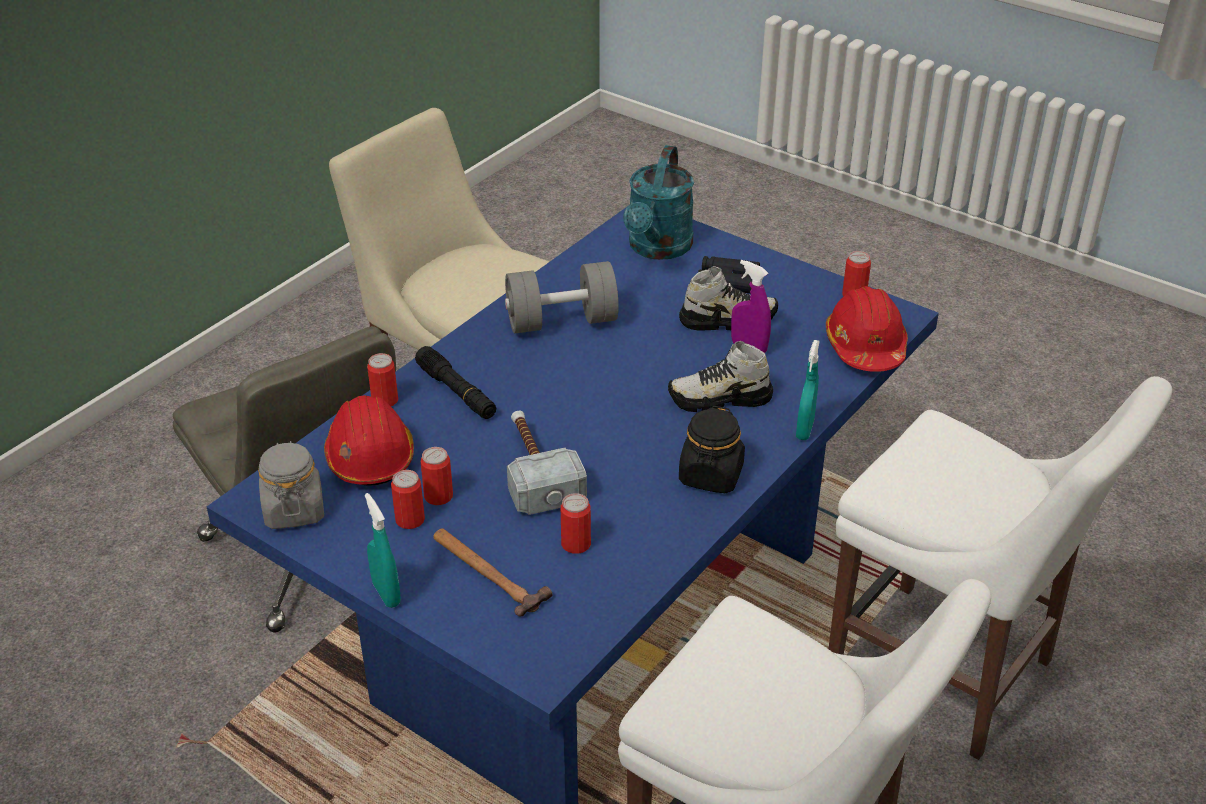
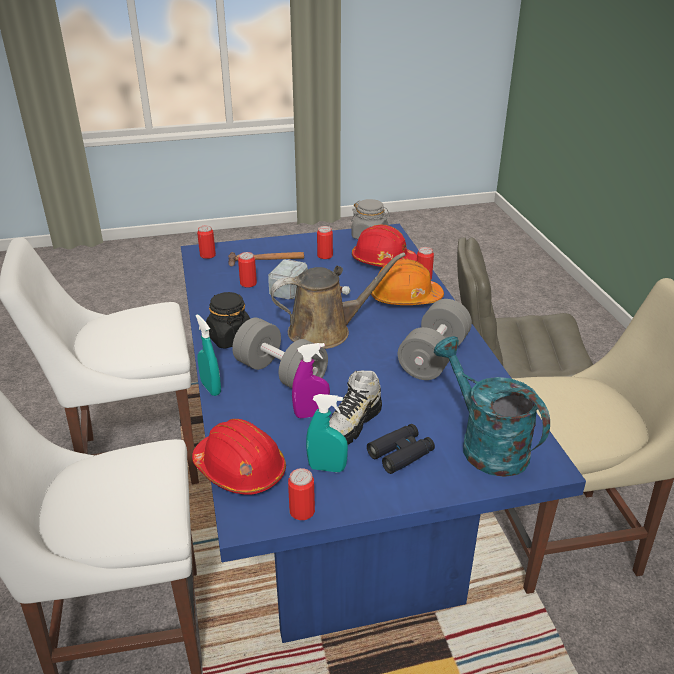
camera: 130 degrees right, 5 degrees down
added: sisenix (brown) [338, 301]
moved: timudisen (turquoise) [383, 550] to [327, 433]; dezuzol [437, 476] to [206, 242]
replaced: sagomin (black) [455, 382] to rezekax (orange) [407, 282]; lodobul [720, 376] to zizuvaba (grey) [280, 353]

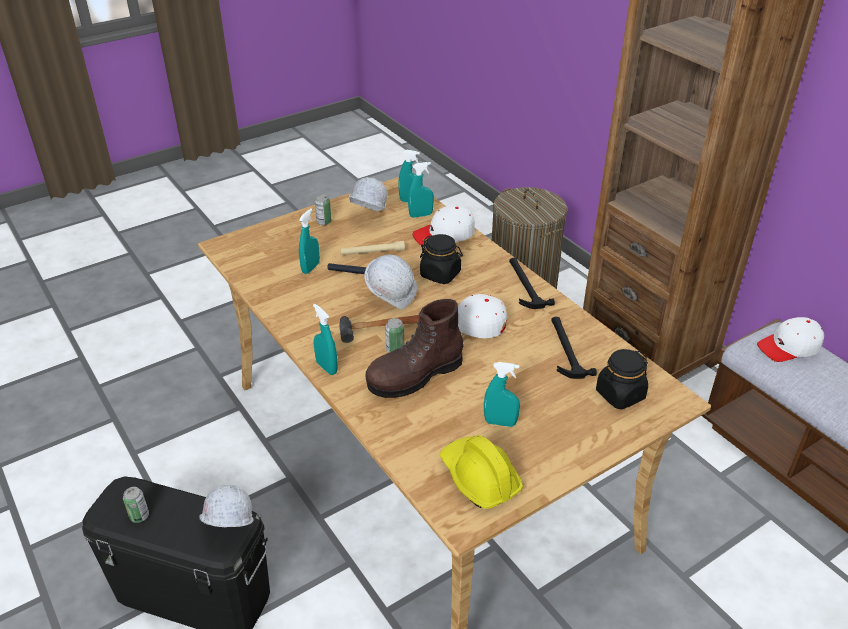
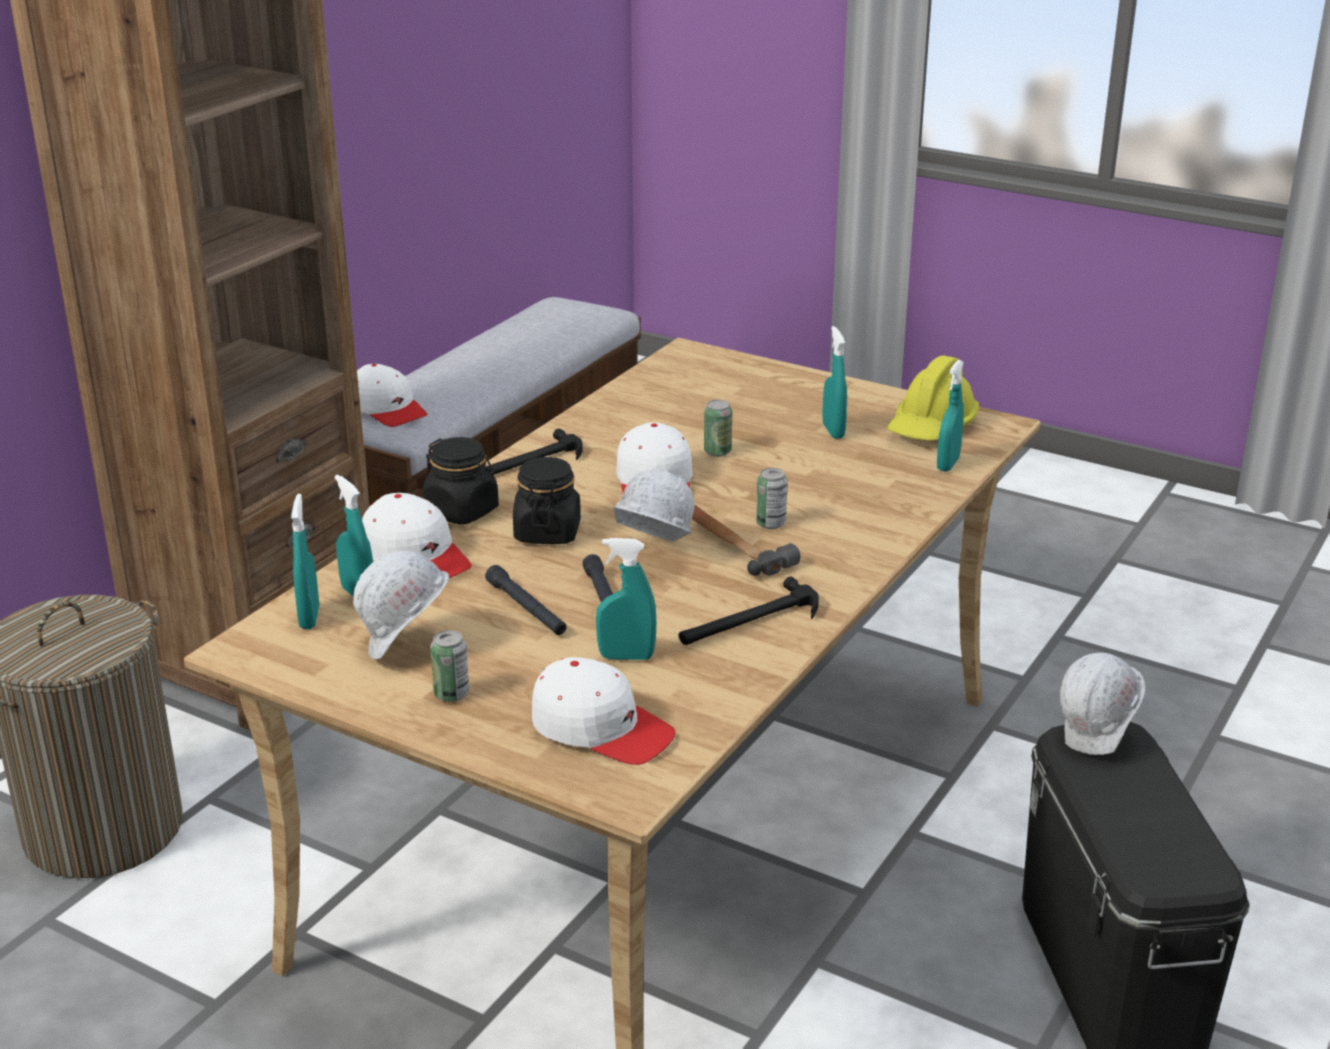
camera: 115 degrees left, 10 degrees down
removed: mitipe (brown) [414, 348]
added: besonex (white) [604, 711]
moved: dezuzol [136, 505] to [718, 428]; timudisen (turquoise) [325, 339] to [950, 415]; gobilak [574, 348] to [748, 611]; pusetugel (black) [622, 379] to [461, 480]
recoloured: sagomin (beige) [372, 248] to sagomin (black) [526, 600]

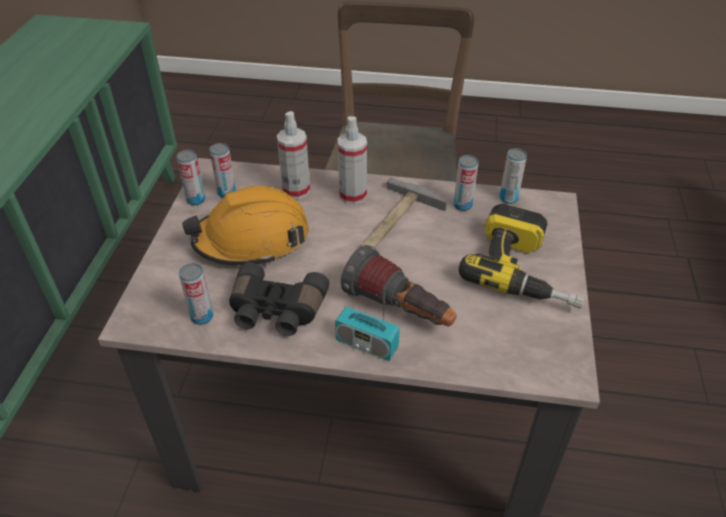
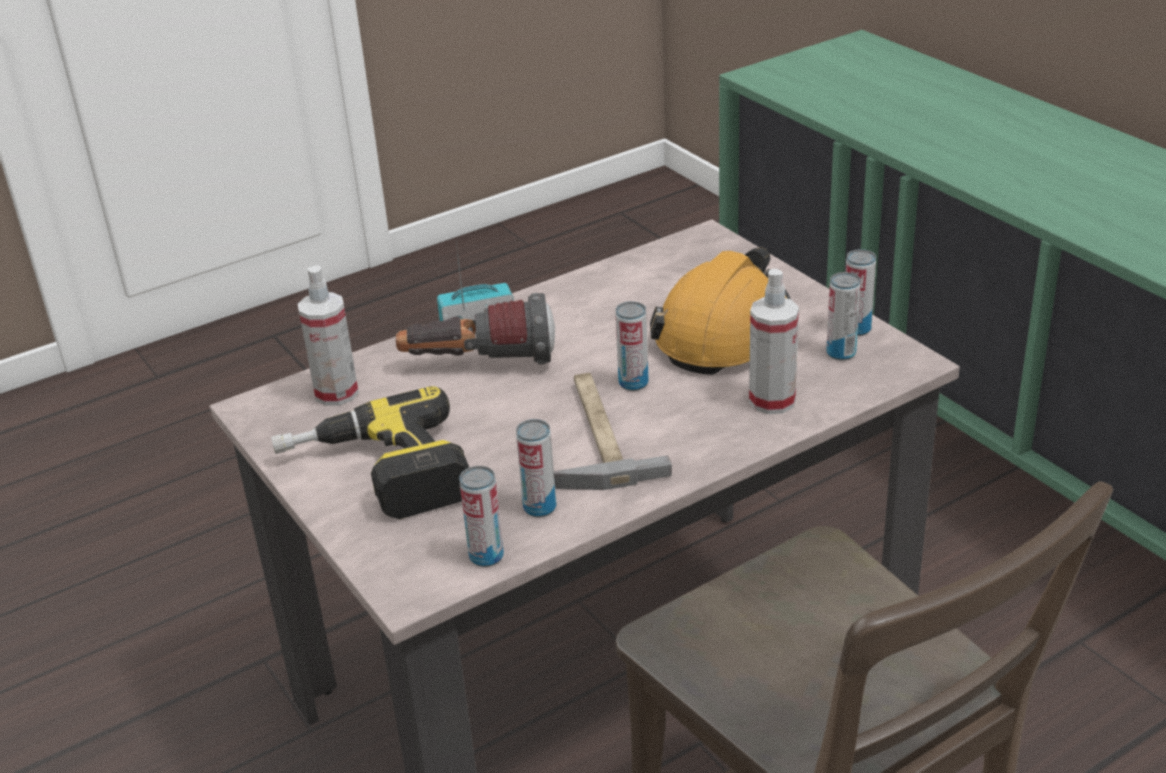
camera: 140 degrees right, 10 degrees down
removed: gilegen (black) [279, 299]
moved: dezuzol [196, 294] to [632, 346]; timudisen [352, 160] to [328, 335]

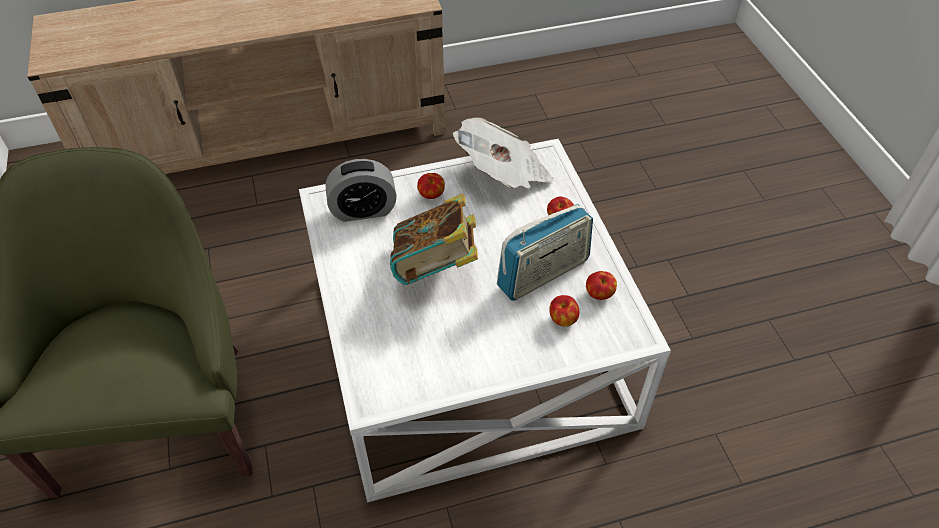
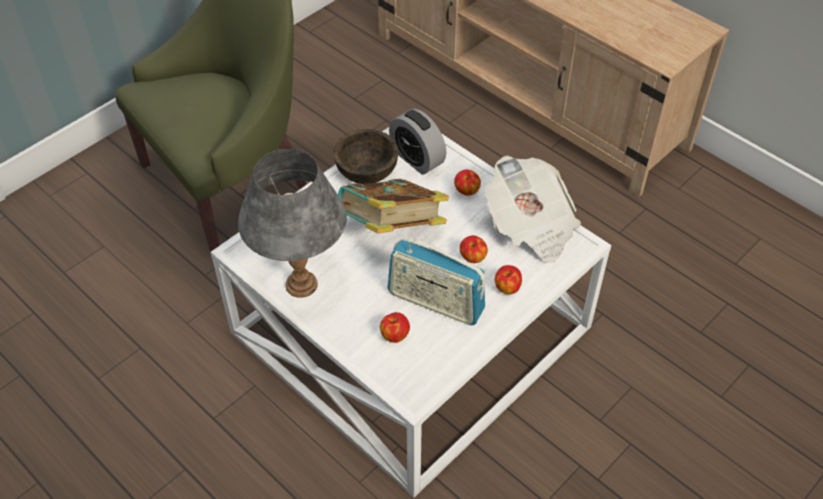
camera: 60 degrees right, 0 degrees up
added: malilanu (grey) [292, 223]; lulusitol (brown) [366, 156]
moved: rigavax [601, 285] to [474, 249]

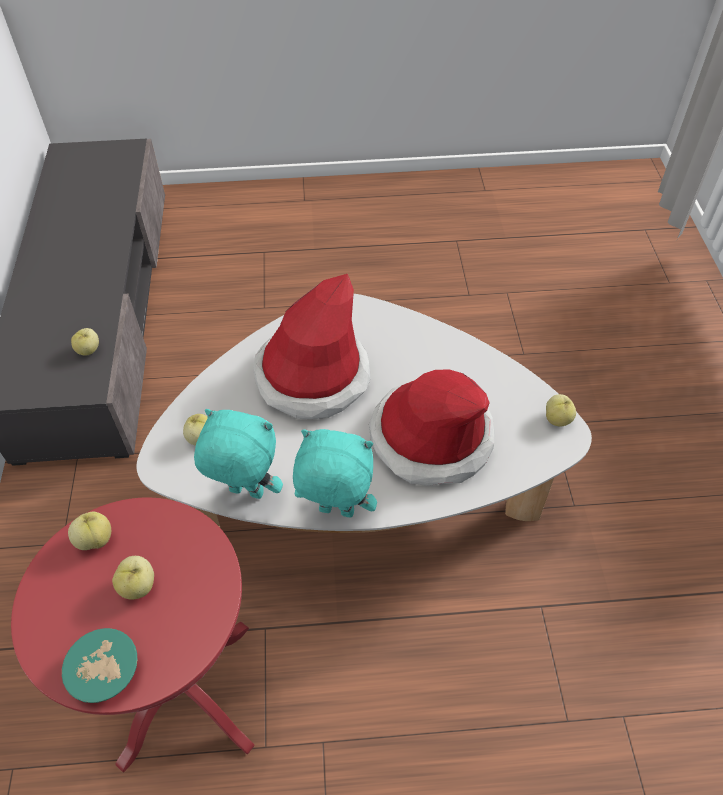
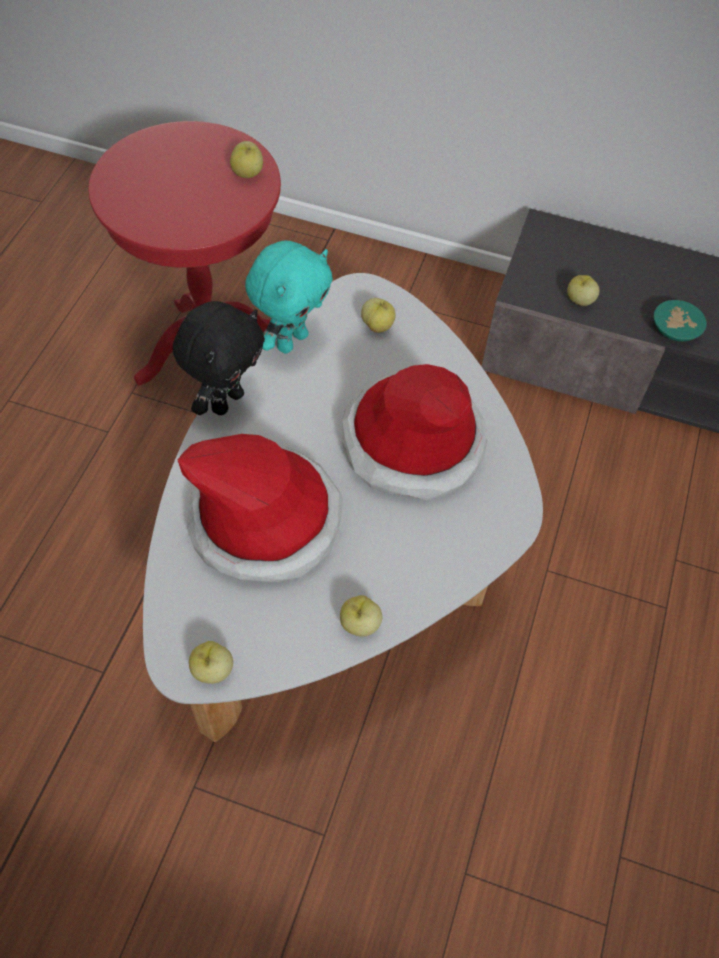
camera: 110 degrees right, 5 degrees up
moved: lulusitol (turquoise) [99, 665] to [680, 320]; rigavax [133, 578] to [361, 616]
recoloured: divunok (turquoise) [335, 473] to divunok (black) [219, 358]

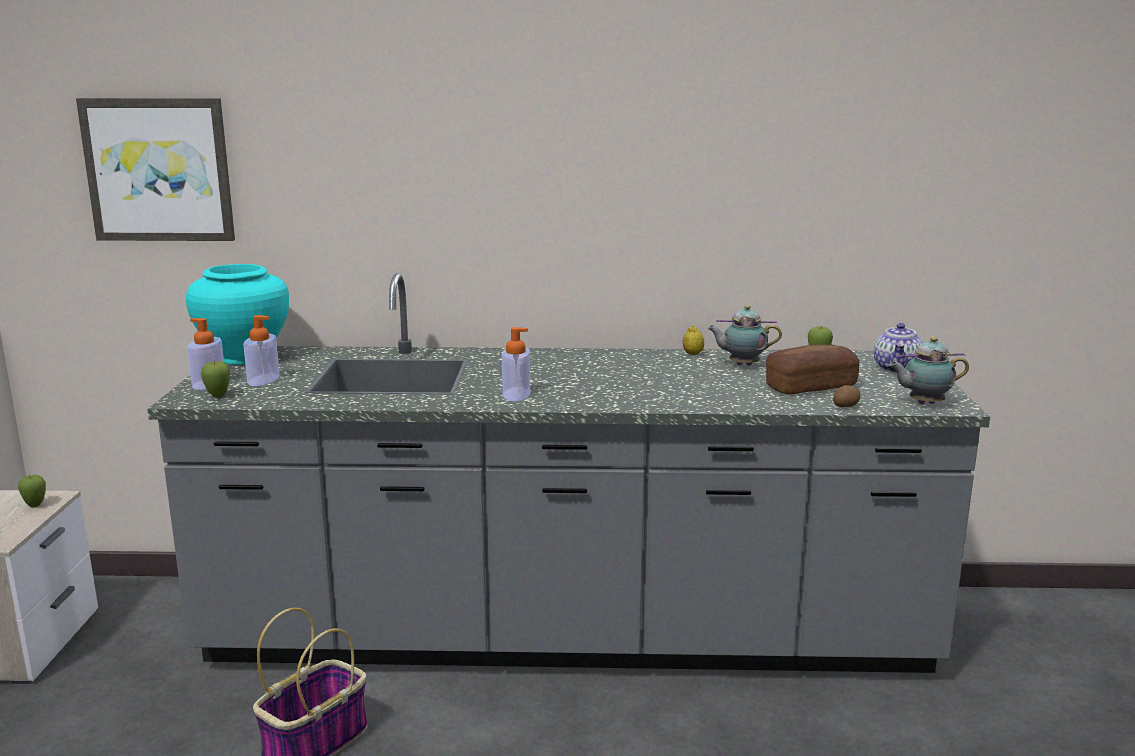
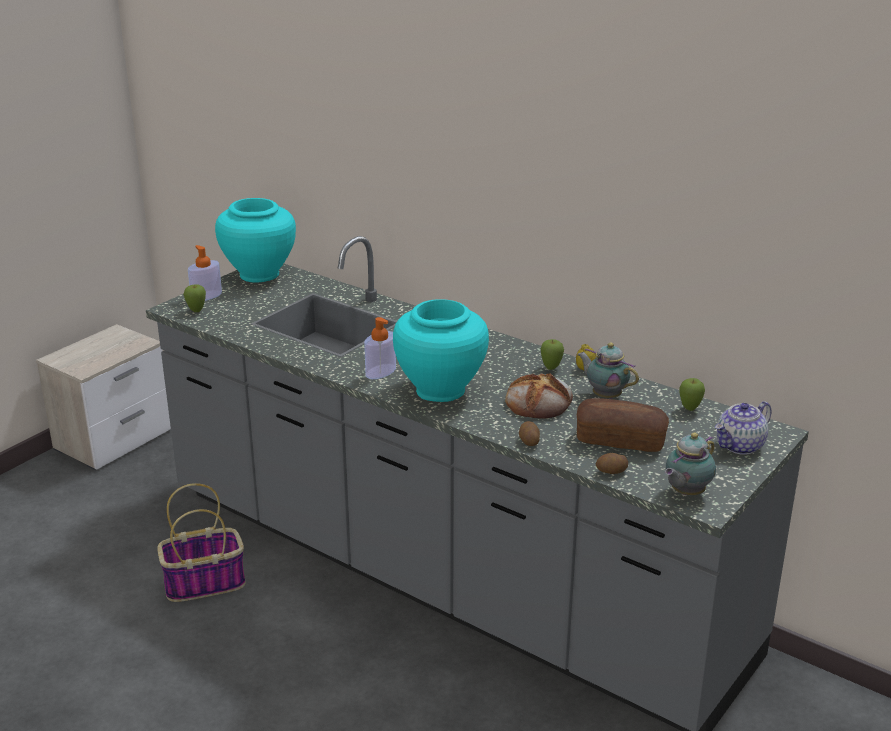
camera: 35 degrees right, 10 degrees up
removed: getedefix [155, 169]; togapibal [261, 350]
added: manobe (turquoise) [441, 350]; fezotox [539, 396]; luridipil [529, 433]
moved: rigavax [32, 491] to [552, 354]
turned: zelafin [929, 370] = [690, 463] 75 degrees counterclockwise

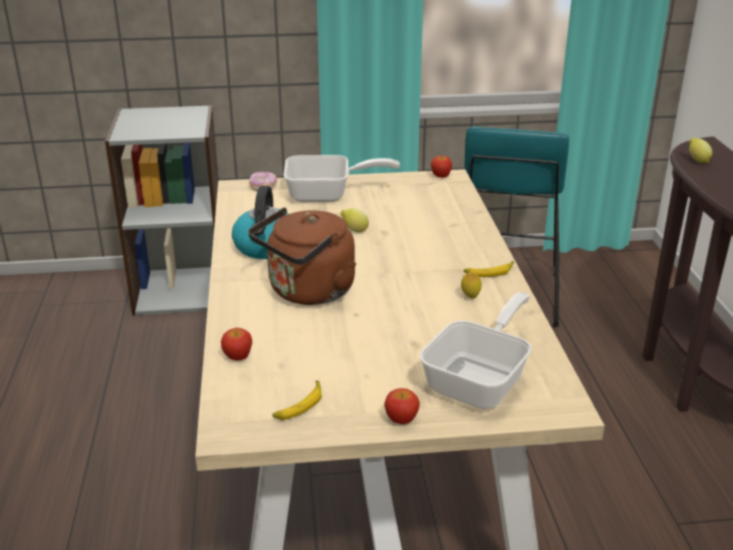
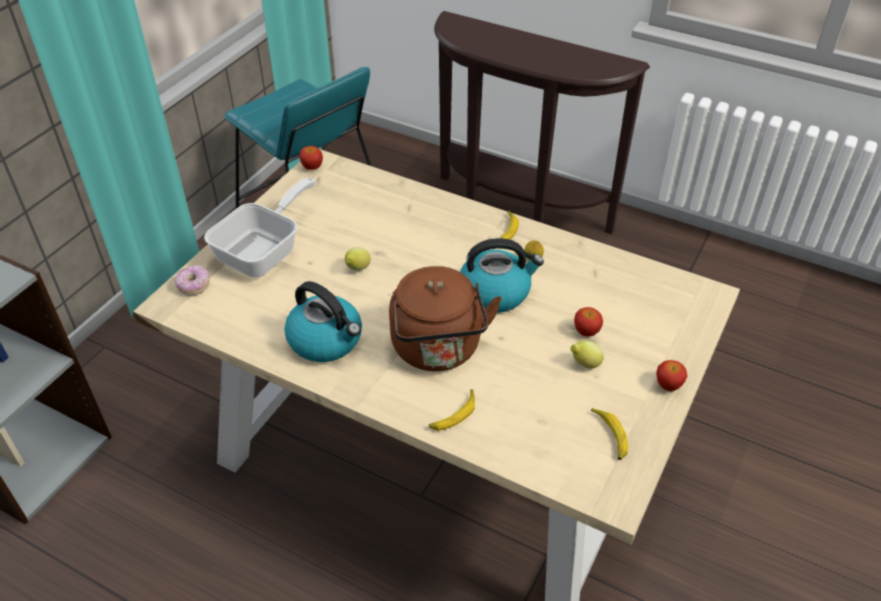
camera: 55 degrees left, 15 degrees up
removed: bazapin [475, 350]
added: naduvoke [452, 410]; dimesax [502, 275]
moved: rigavax [236, 344] to [588, 322]; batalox [700, 150] to [587, 355]

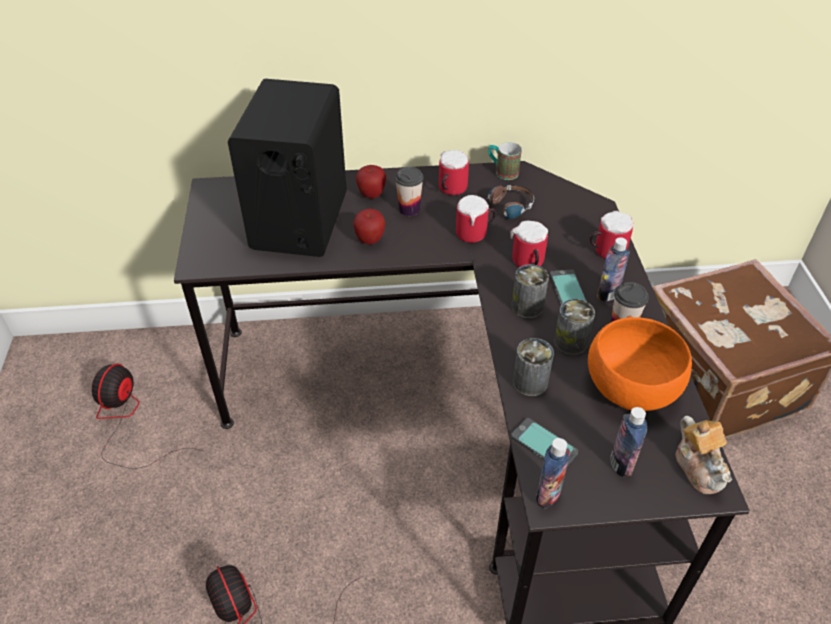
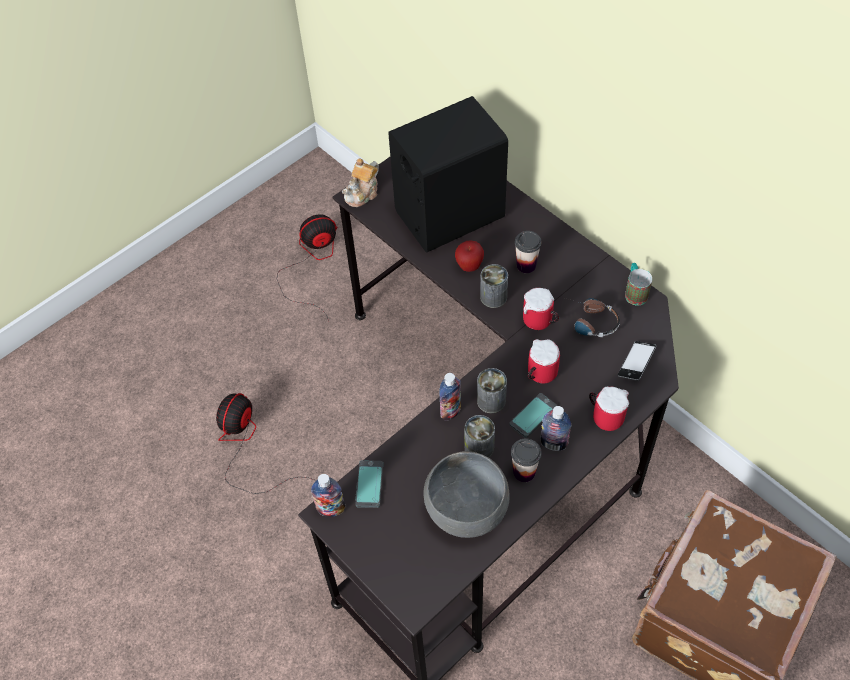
camera: 55 degrees right, 10 degrees up
removed: rigavax [370, 182]; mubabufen [454, 172]
added: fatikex [637, 361]
moved: dezuzol [533, 367] to [494, 286]; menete [628, 442] to [450, 397]; zelafin [704, 455] to [360, 182]
recoloured: lulusitol (orange) [640, 364] to lulusitol (grey) [466, 494]

